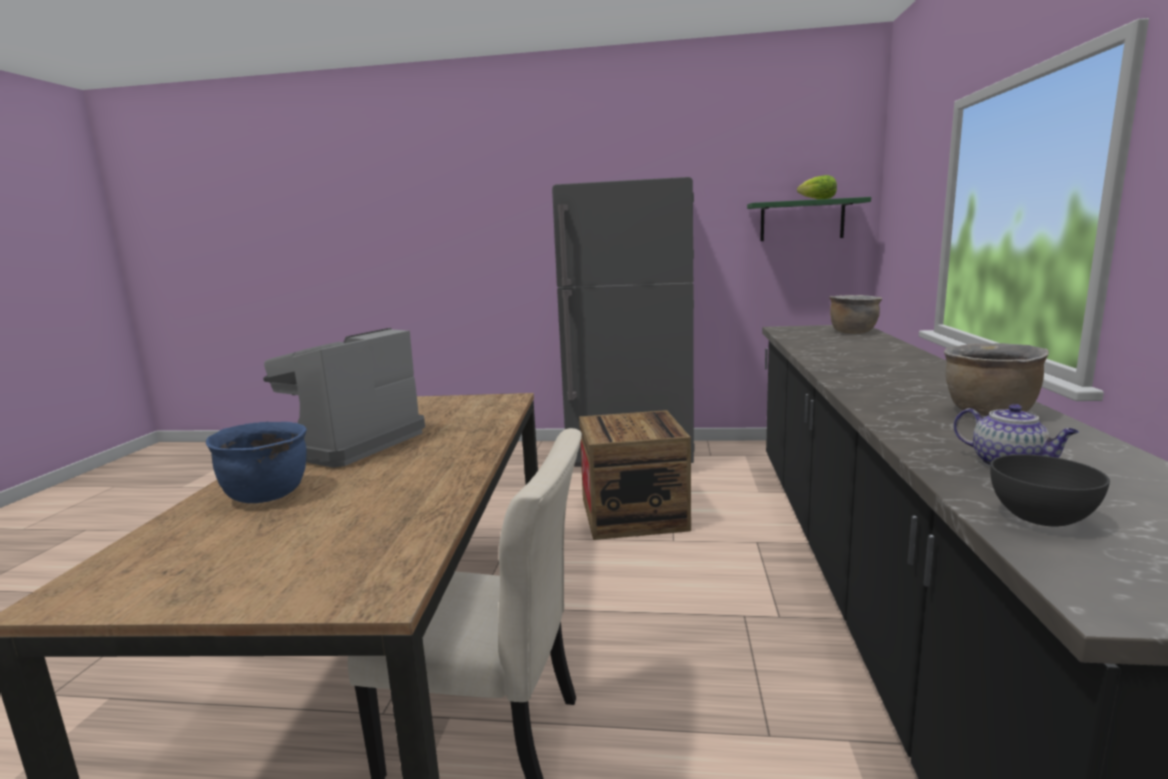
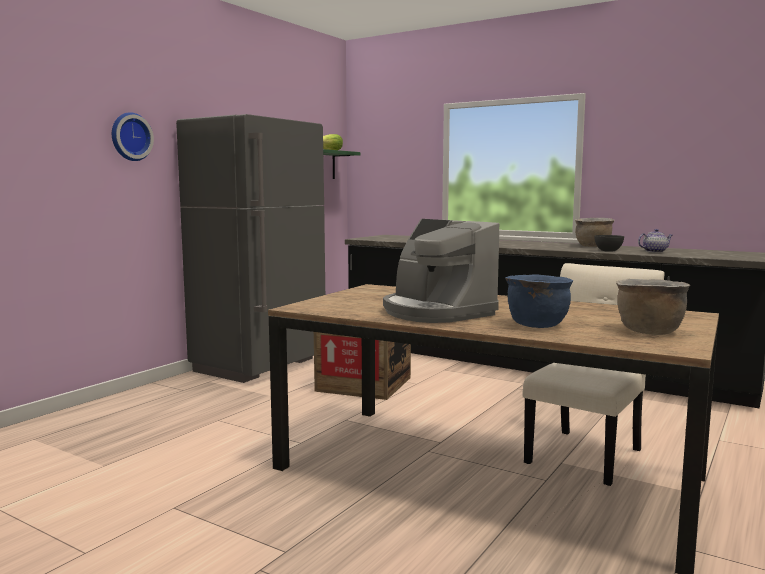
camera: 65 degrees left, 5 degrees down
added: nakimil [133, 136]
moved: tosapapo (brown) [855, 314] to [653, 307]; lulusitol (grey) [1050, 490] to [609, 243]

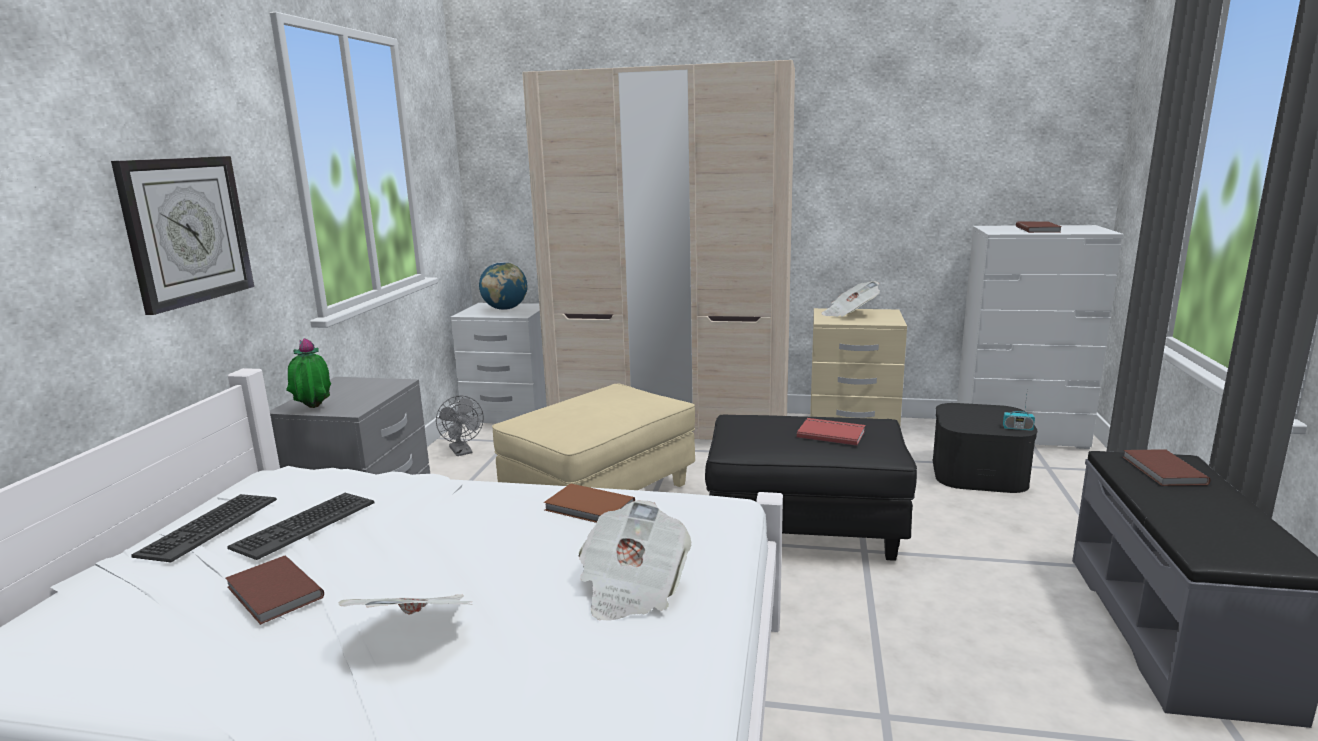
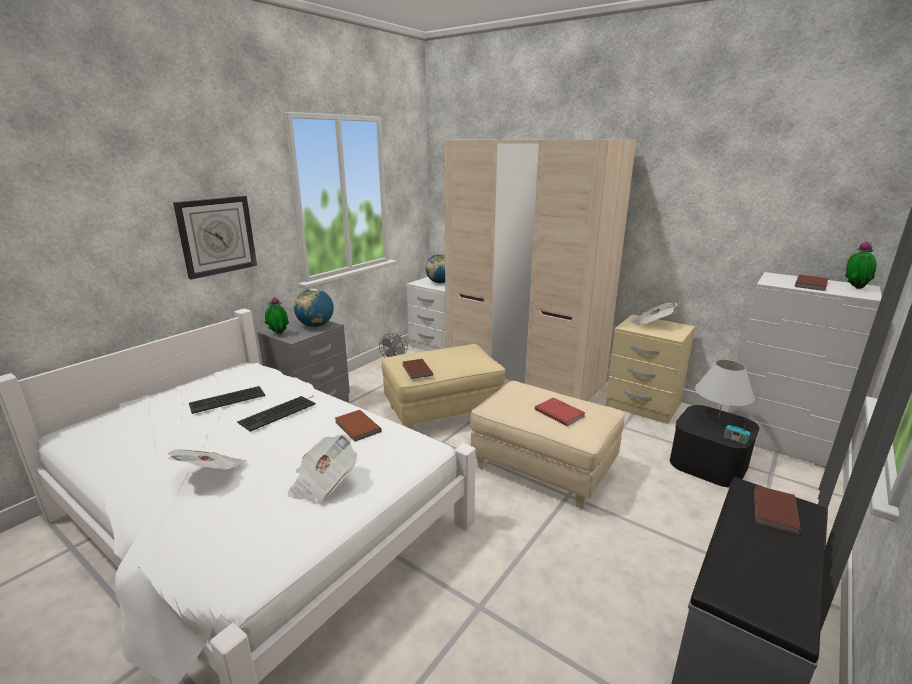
camera: 25 degrees right, 5 degrees up
added: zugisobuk [314, 308]; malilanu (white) [725, 389]; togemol [860, 265]
moved: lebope [204, 528] to [276, 414]; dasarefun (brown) [275, 590] to [418, 369]
recoloured: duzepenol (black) [811, 488] to duzepenol (beige) [547, 445]

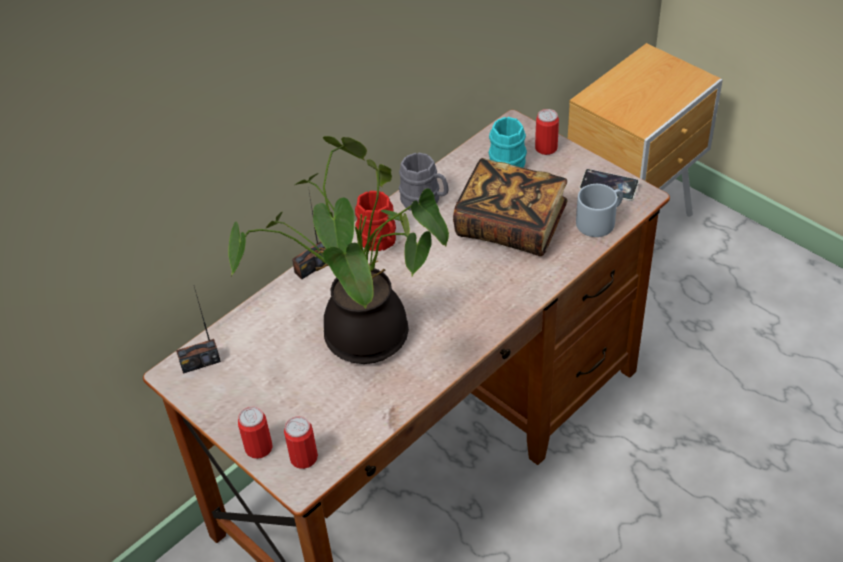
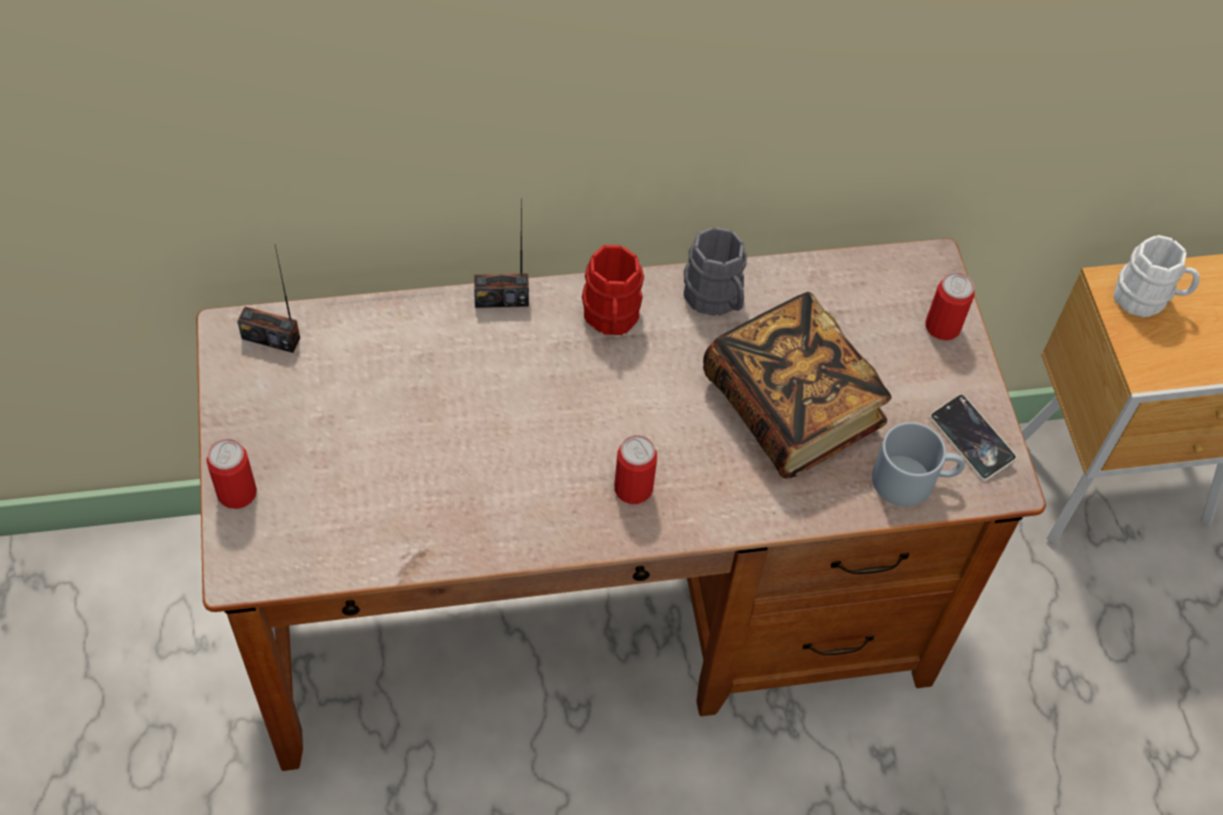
camera: 30 degrees right, 10 degrees up
removed: togemol [338, 250]; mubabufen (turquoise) [508, 142]
added: mubabufen (white) [1156, 276]
moved: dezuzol [301, 442] to [635, 469]

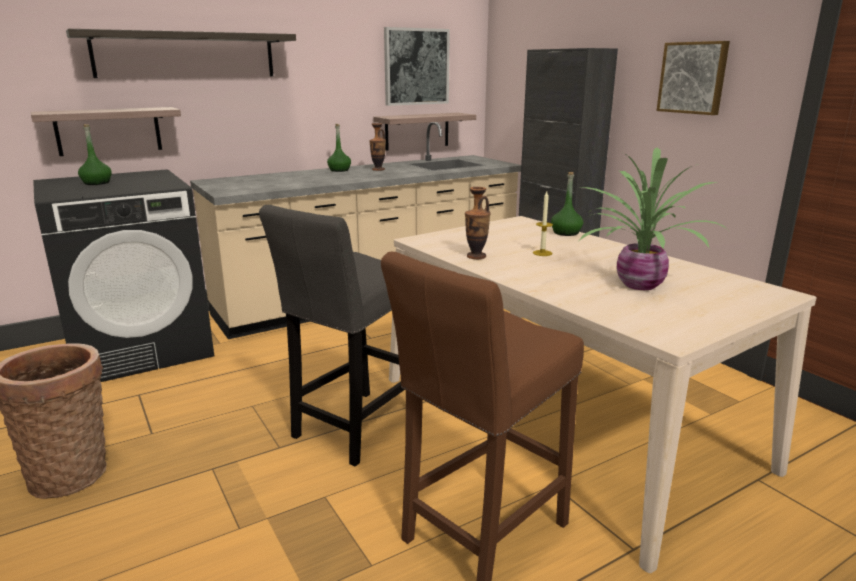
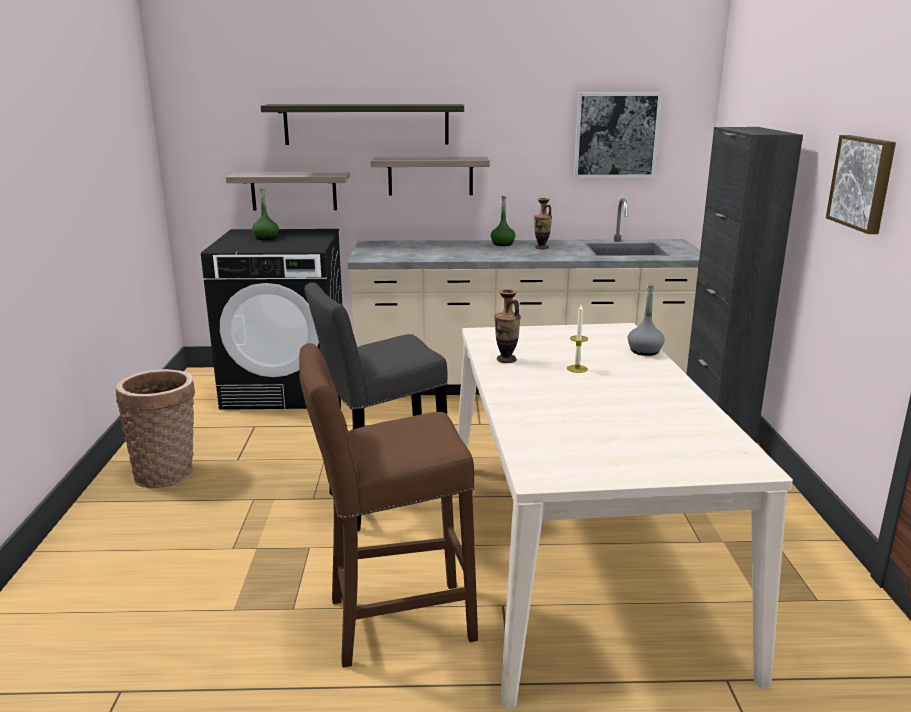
camera: 30 degrees right, 0 degrees up
removed: togemol [654, 219]
moved: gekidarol [425, 132] to [430, 176]
recoloured: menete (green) [567, 204] to menete (grey) [646, 320]

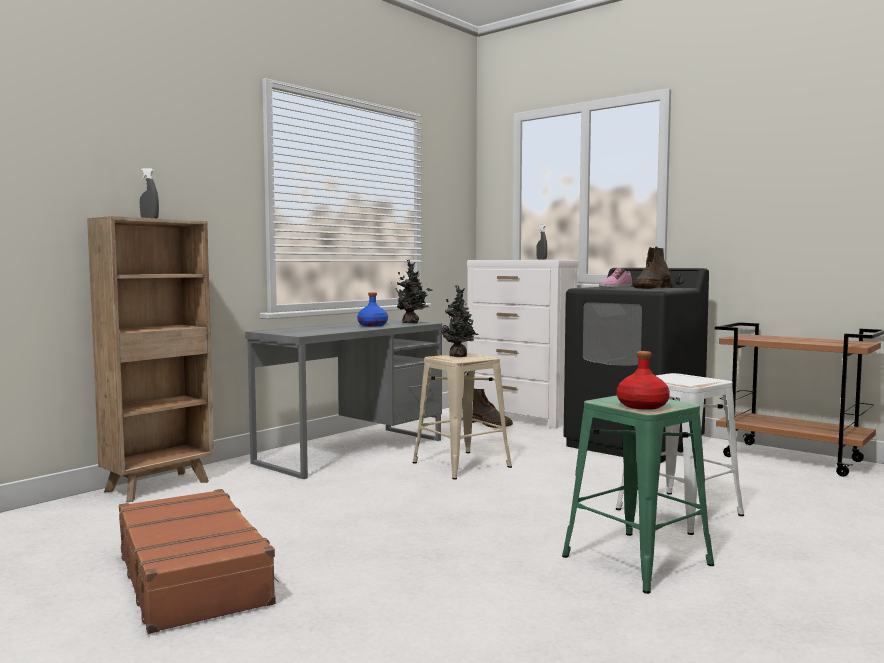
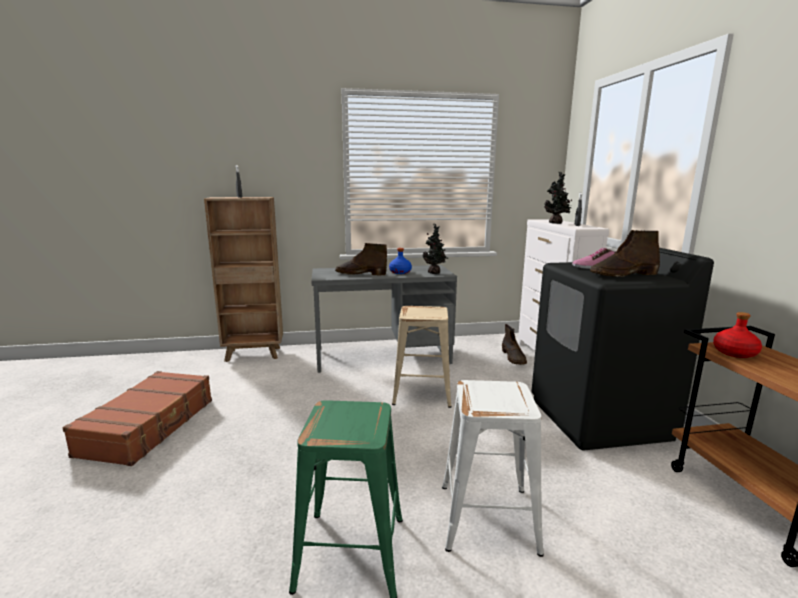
camera: 40 degrees right, 10 degrees up
added: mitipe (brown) [361, 259]
moved: togemol [460, 321] to [558, 198]; menete (red) [643, 380] to [737, 335]

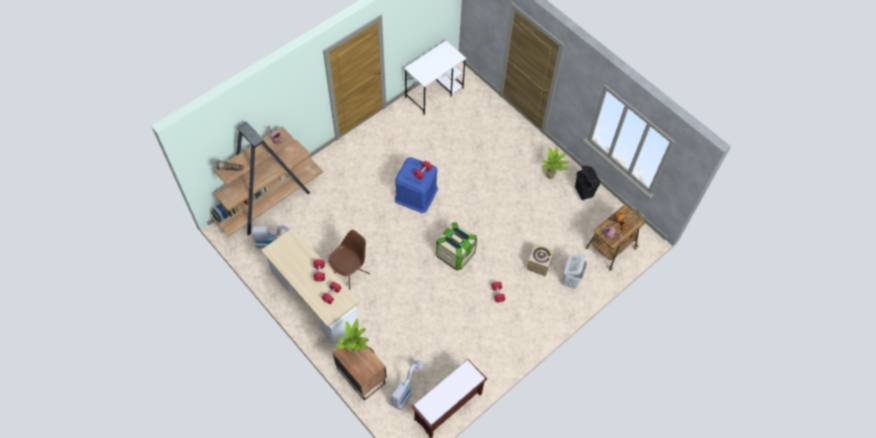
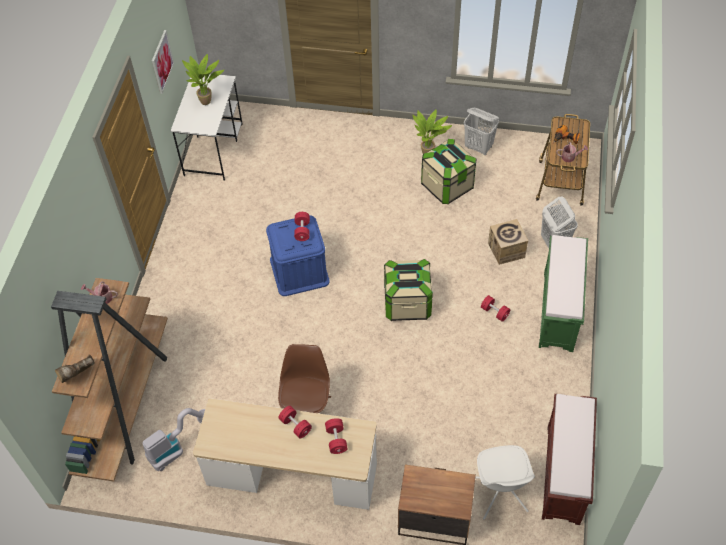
camera: 35 degrees left, 5 degrees down
added: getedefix [163, 62]; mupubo [448, 171]; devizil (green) [563, 293]
moved: togemol [352, 336] to [203, 79]
replaced: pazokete [406, 385] to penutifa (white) [505, 482]
recoloured: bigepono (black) [587, 183] to bigepono (white) [481, 131]

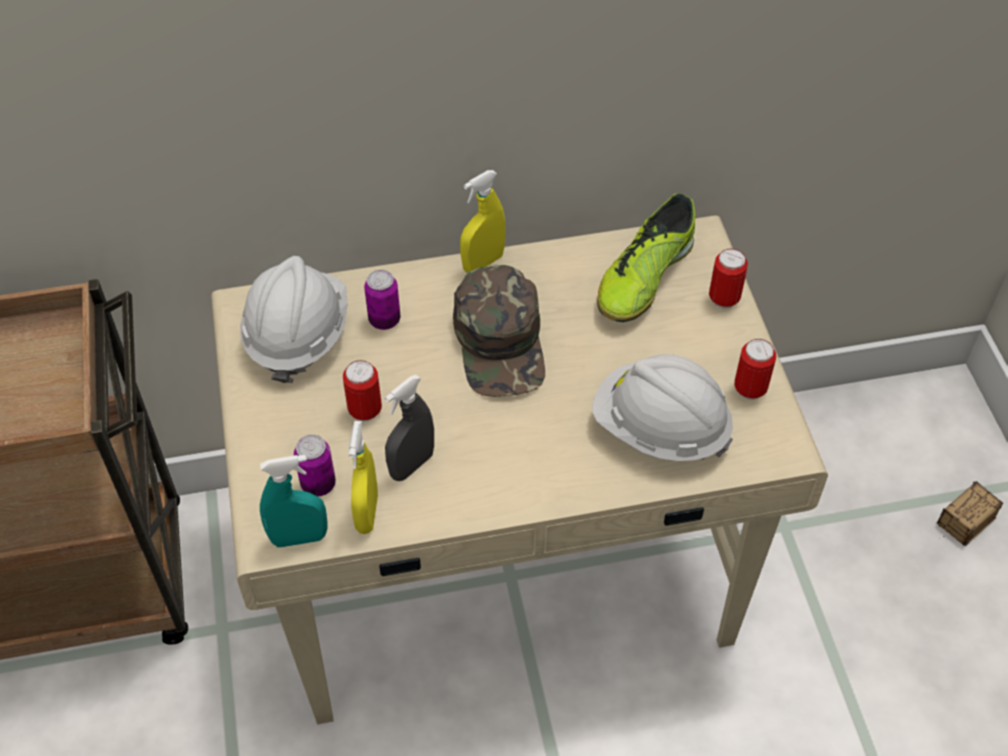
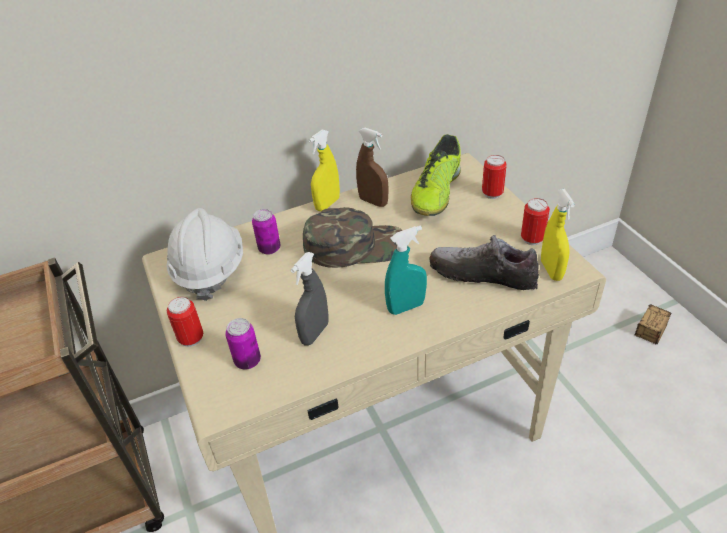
camera: 10 degrees left, 10 degrees down
added: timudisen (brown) [372, 167]
moved: timudisen (turquoise) [294, 501] to [406, 270]; dezuzol [362, 390] to [185, 322]; timudisen (yellow) [363, 477] to [558, 235]
replaced: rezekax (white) [662, 407] to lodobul [484, 262]
turned: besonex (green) [499, 331] = [353, 237] 75 degrees counterclockwise

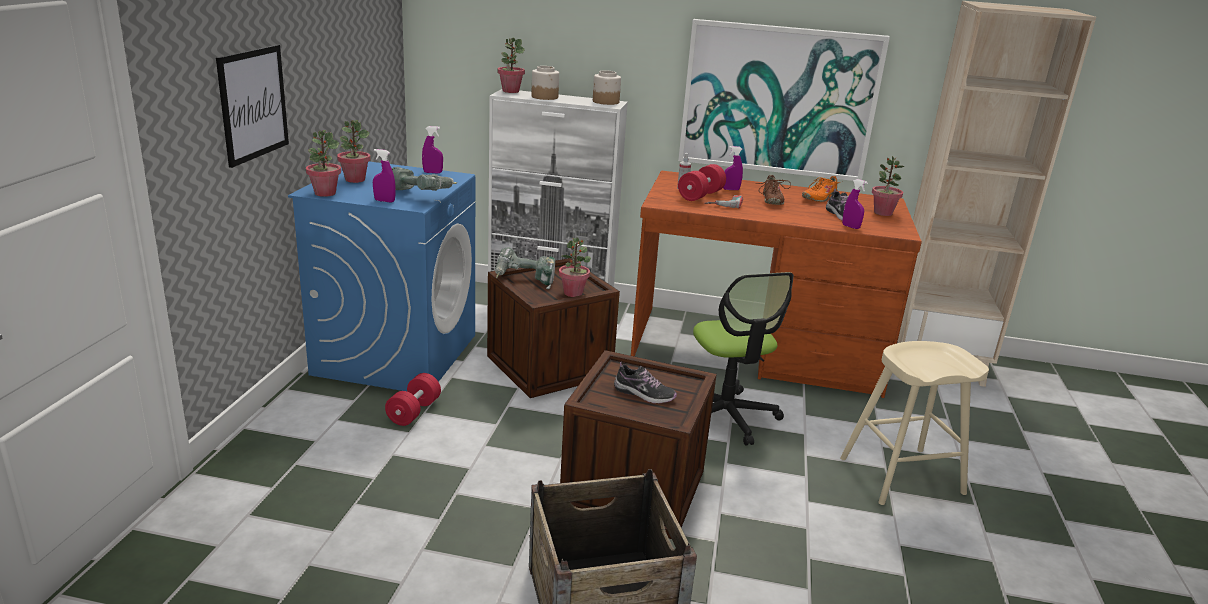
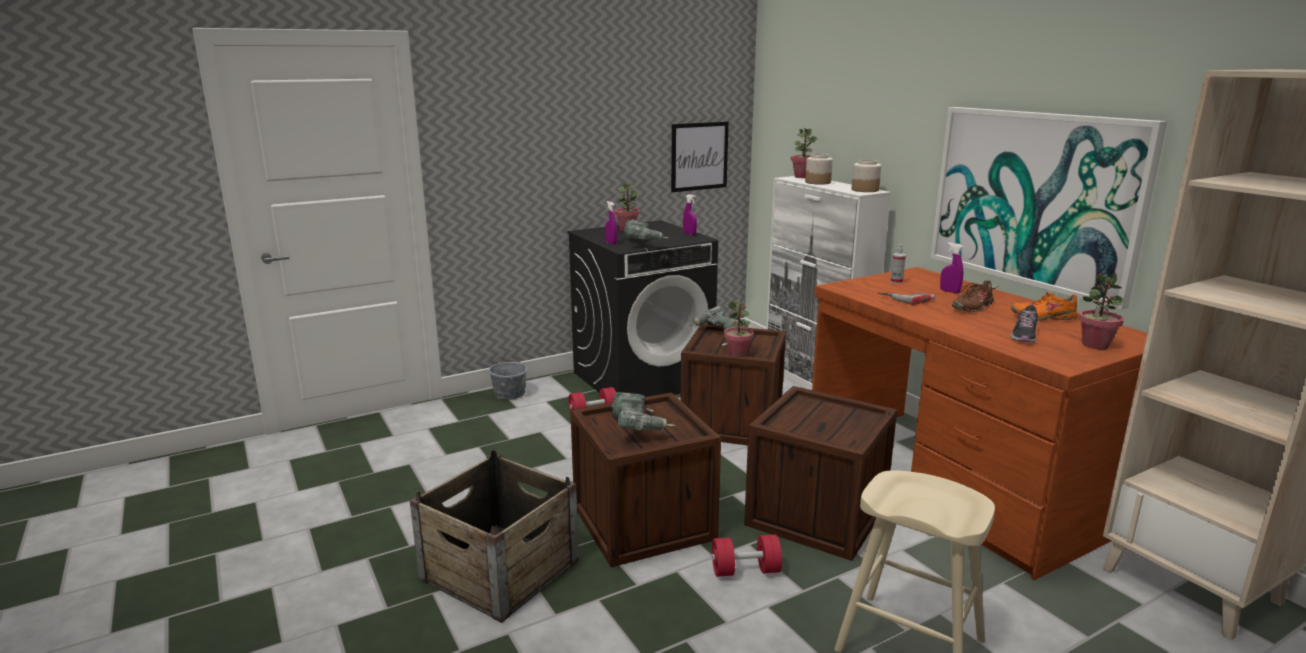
camera: 50 degrees right, 5 degrees down
removed: togemol [323, 163]; timudisen (purple) [855, 204]
added: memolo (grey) [508, 375]
moved: getedefix [252, 106] to [700, 157]; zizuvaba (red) [702, 182] to [747, 556]
replaced: lodobul [645, 382] to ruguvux [643, 411]; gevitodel [743, 359] to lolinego [820, 473]
recoloured: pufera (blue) [381, 276] to pufera (black) [642, 308]

